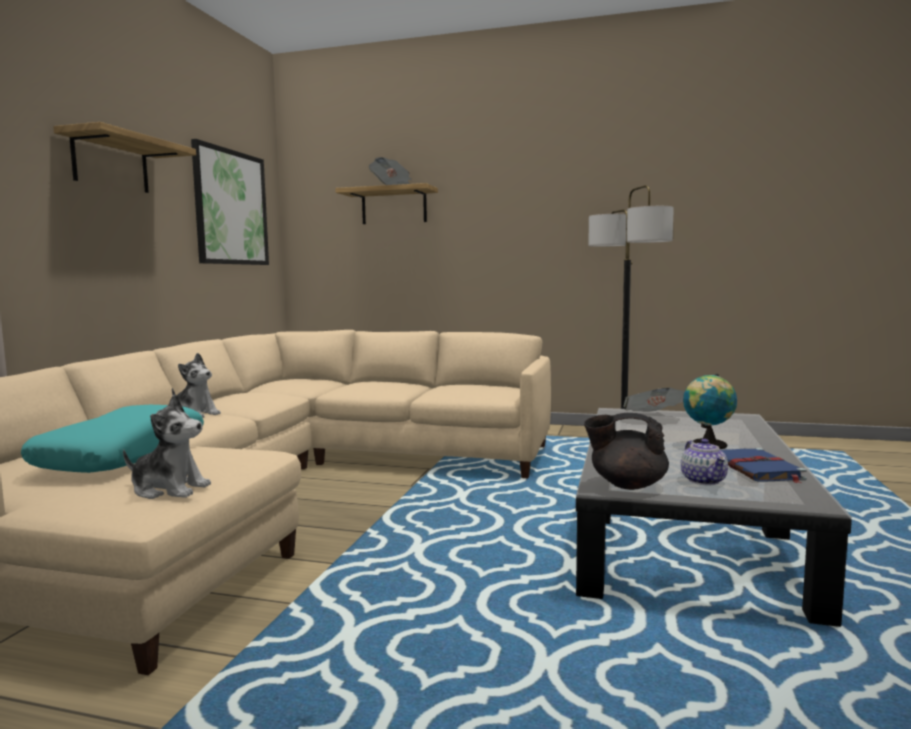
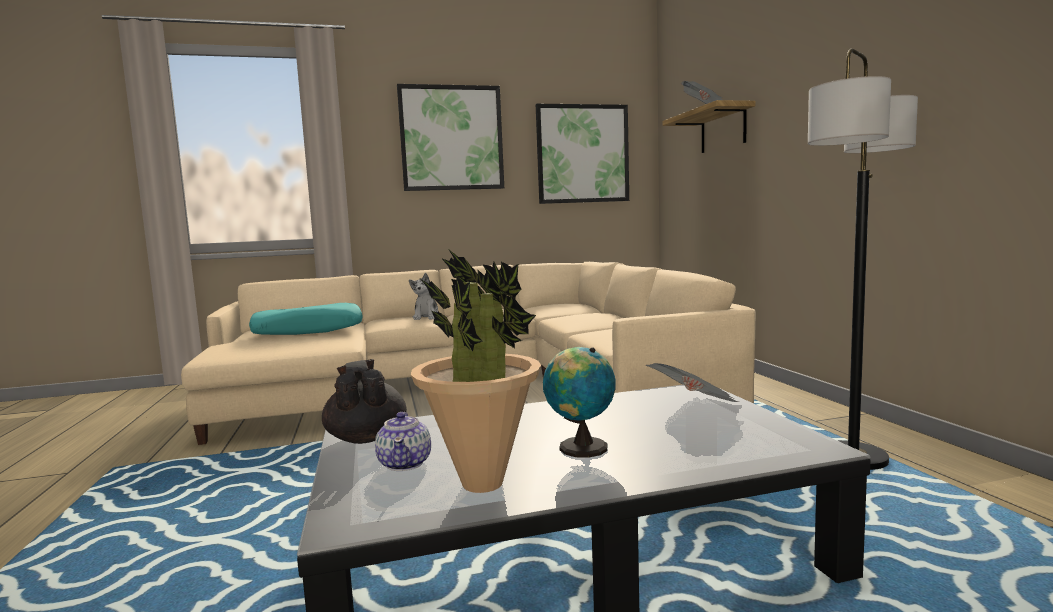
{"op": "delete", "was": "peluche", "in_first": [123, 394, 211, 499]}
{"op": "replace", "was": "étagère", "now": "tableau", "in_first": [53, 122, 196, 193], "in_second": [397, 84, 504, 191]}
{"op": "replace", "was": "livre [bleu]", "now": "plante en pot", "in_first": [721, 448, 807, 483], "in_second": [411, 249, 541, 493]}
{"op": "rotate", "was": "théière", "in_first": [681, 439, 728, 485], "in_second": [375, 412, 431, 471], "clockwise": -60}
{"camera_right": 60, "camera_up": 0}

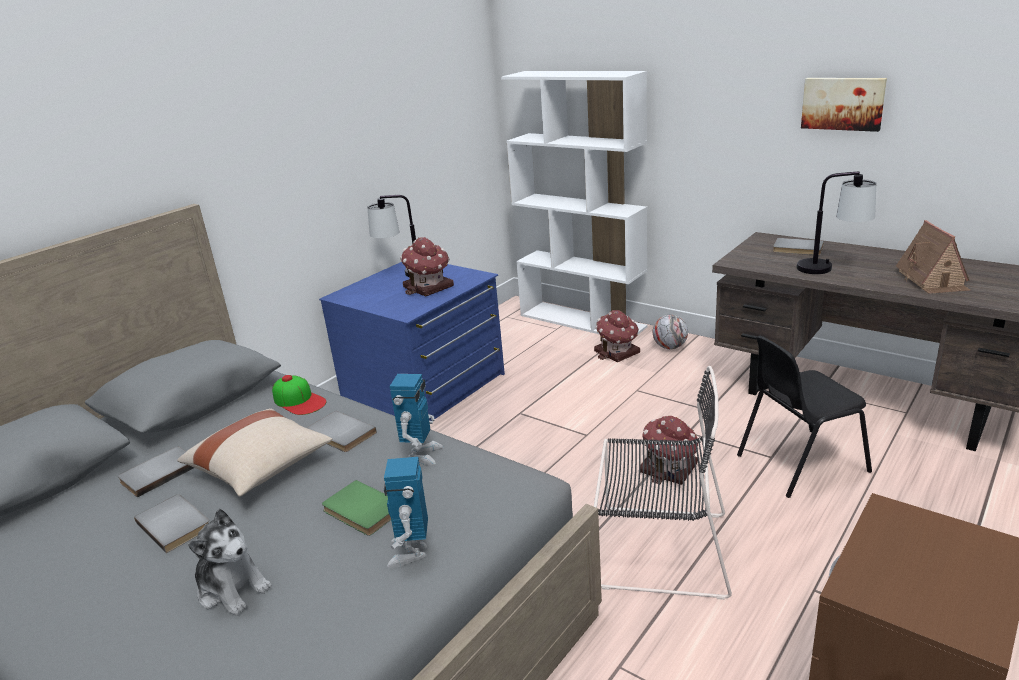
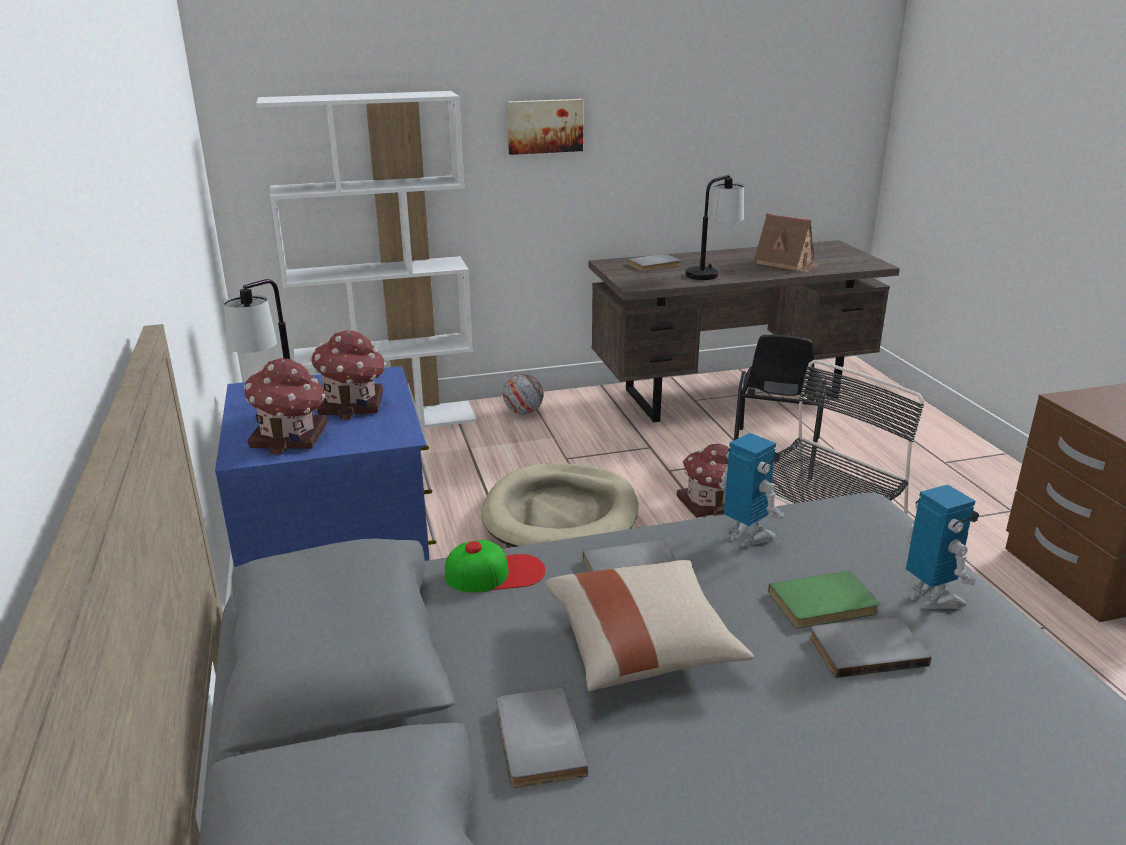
{"op": "delete", "was": "peluche", "in_first": [188, 509, 272, 615]}
{"op": "insert", "now": "panier pour chien [beige]", "in_second": [482, 463, 638, 547]}
{"op": "move", "was": "livre [gris]", "in_first": [134, 494, 209, 553], "in_second": [810, 616, 931, 678]}
{"op": "move", "was": "maison miniature", "in_first": [594, 310, 640, 362], "in_second": [244, 358, 327, 455]}
{"op": "move", "was": "tableau", "in_first": [801, 78, 887, 132], "in_second": [507, 99, 583, 155]}
{"op": "rotate", "was": "robot jouet", "in_first": [384, 457, 428, 568], "in_second": [906, 484, 979, 609], "clockwise": -150}
{"camera_right": -55, "camera_up": 0}

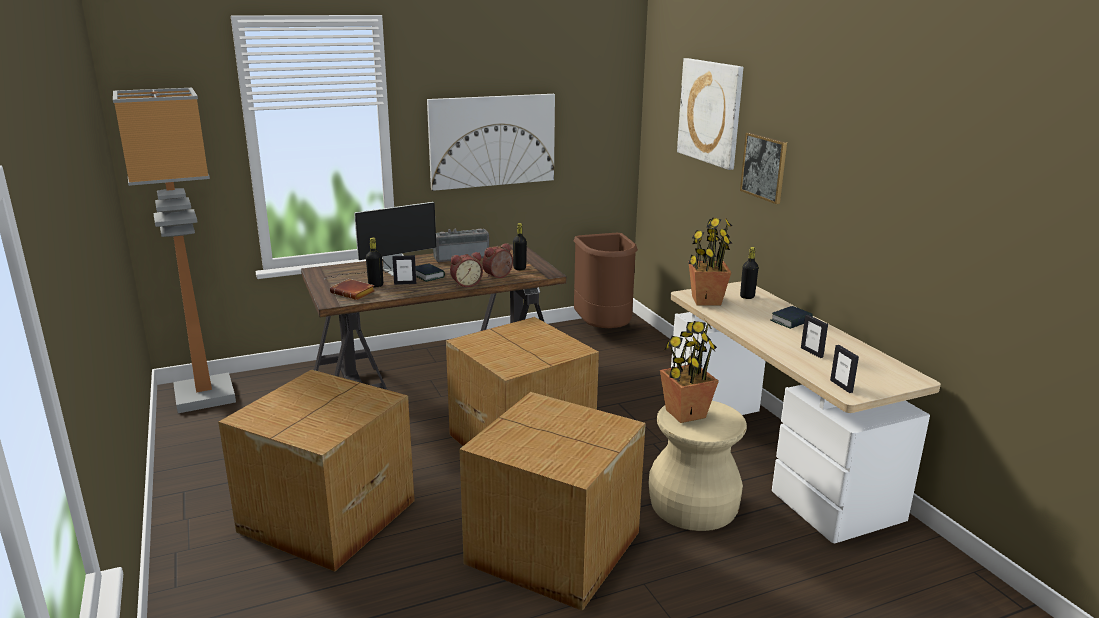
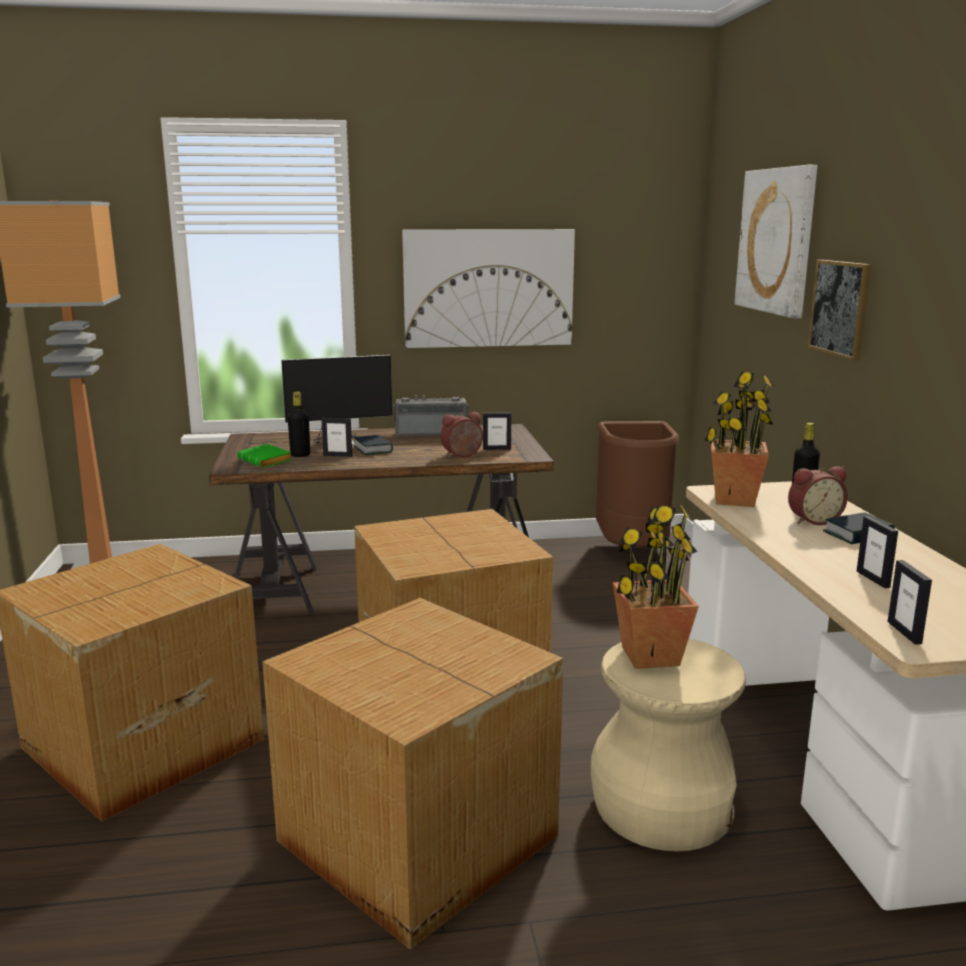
{"op": "move", "was": "réveil", "in_first": [450, 252, 483, 287], "in_second": [788, 466, 848, 525]}
{"op": "replace", "was": "bouteille [noir]", "now": "cadre photo", "in_first": [513, 223, 527, 270], "in_second": [483, 413, 511, 450]}
{"op": "recolor", "was": "livre [marron]", "now": "livre [vert]", "in_first": [330, 279, 375, 300], "in_second": [237, 444, 292, 468]}
{"camera_right": 15, "camera_up": -5}

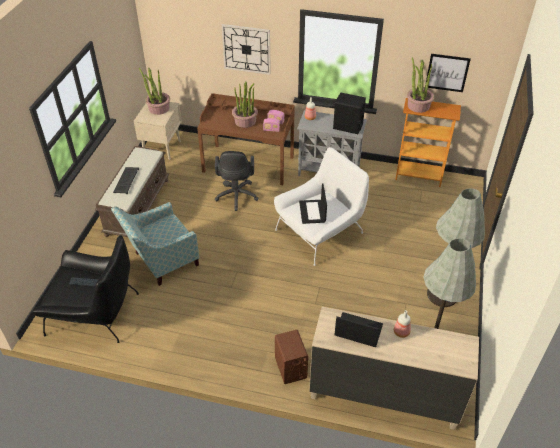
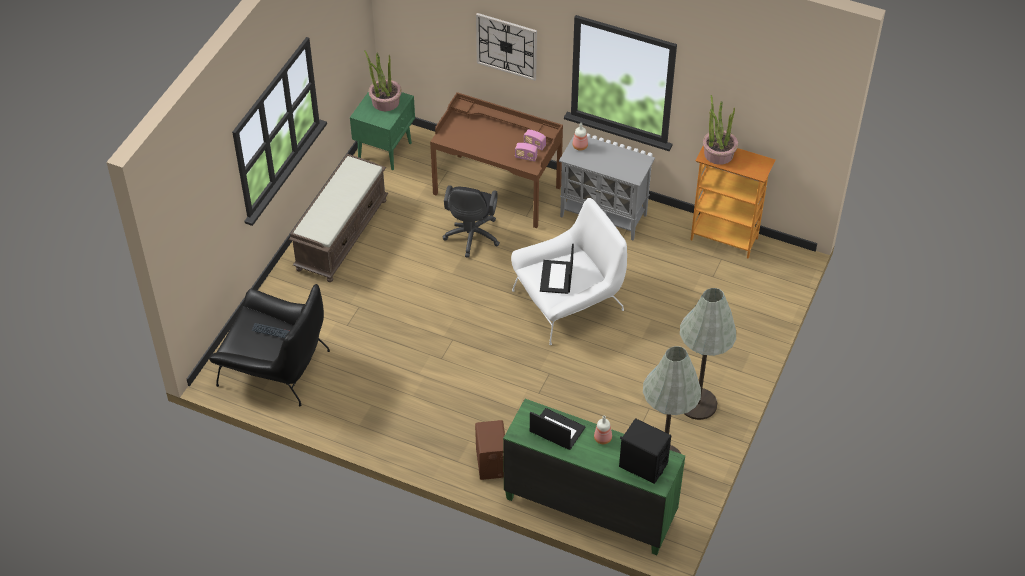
{"op": "delete", "was": "fauteuil", "in_first": [111, 202, 199, 286]}
{"op": "delete", "was": "clavier", "in_first": [113, 167, 139, 194]}
{"op": "delete", "was": "plante en pot", "in_first": [232, 81, 258, 128]}
{"op": "delete", "was": "tableau", "in_first": [425, 54, 471, 92]}
{"op": "move", "was": "enceinte [noir]", "in_first": [333, 92, 366, 134], "in_second": [619, 418, 671, 484]}
{"op": "recolor", "was": "table de chevet [beige]", "now": "table de chevet [vert]", "in_first": [134, 102, 182, 160], "in_second": [350, 91, 415, 170]}
{"op": "recolor", "was": "commode [beige]", "now": "commode [vert]", "in_first": [309, 307, 479, 430], "in_second": [503, 399, 685, 555]}
{"camera_right": 10, "camera_up": 5}

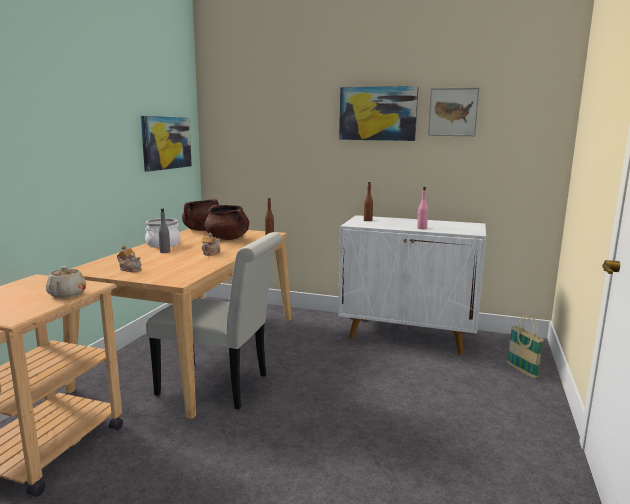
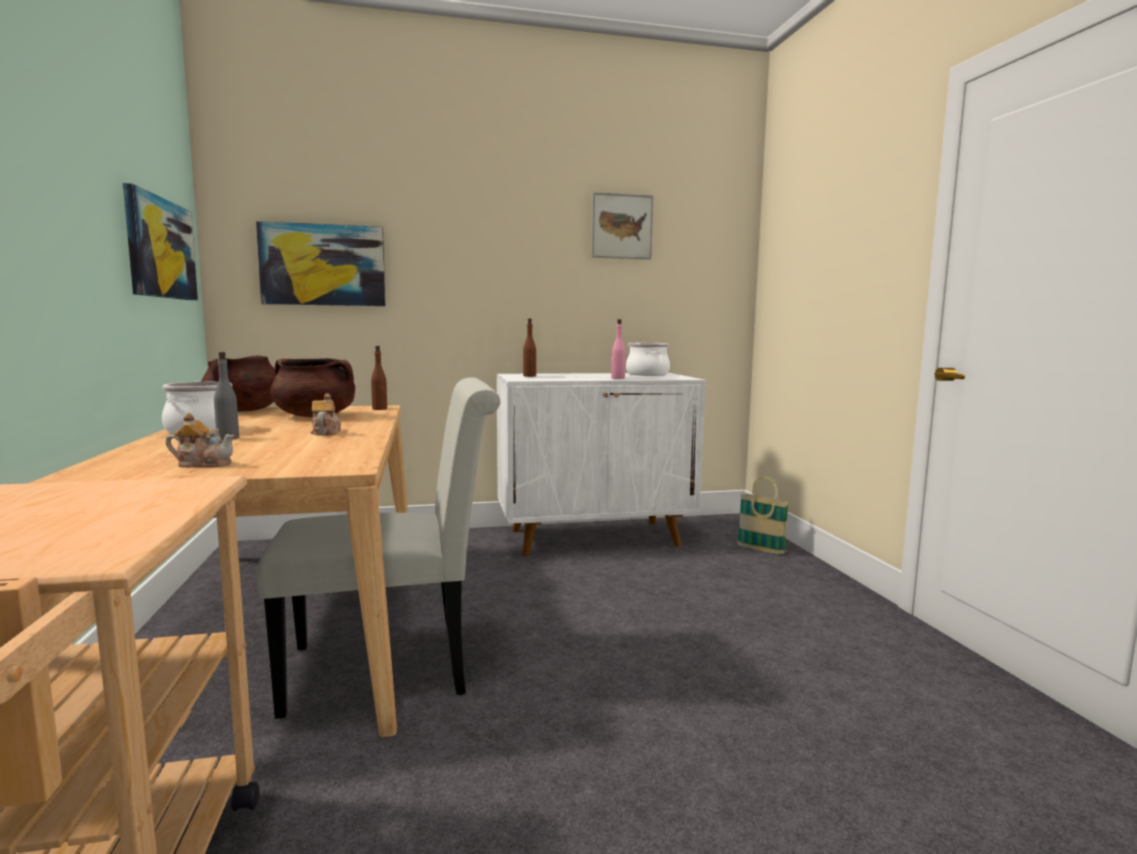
{"op": "delete", "was": "théière [beige]", "in_first": [46, 266, 86, 298]}
{"op": "insert", "now": "marmite", "in_second": [626, 343, 670, 376]}
{"op": "move", "was": "tableau", "in_first": [339, 86, 418, 141], "in_second": [256, 221, 386, 306]}
{"camera_right": -30, "camera_up": -5}

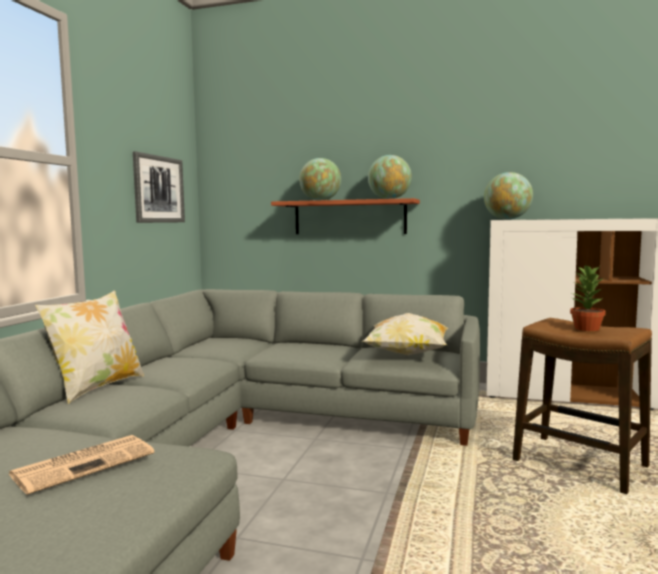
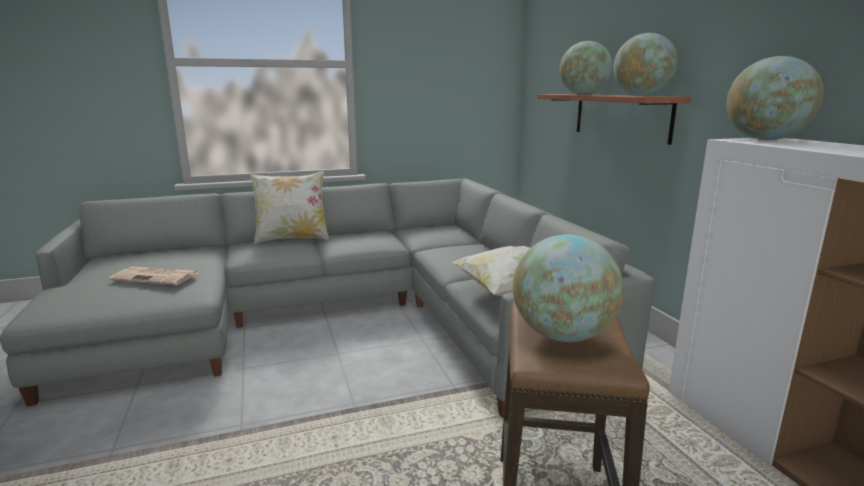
{"op": "delete", "was": "tableau", "in_first": [133, 151, 185, 223]}
{"op": "replace", "was": "plante en pot", "now": "globe", "in_first": [570, 264, 606, 331], "in_second": [513, 235, 624, 342]}
{"camera_right": 55, "camera_up": 10}

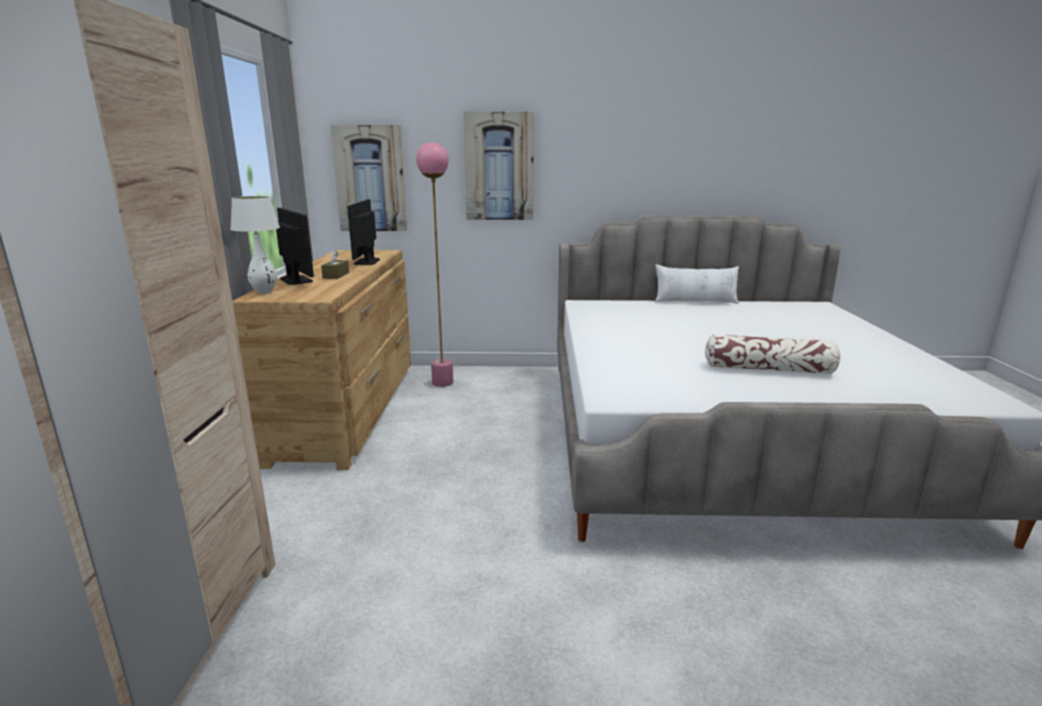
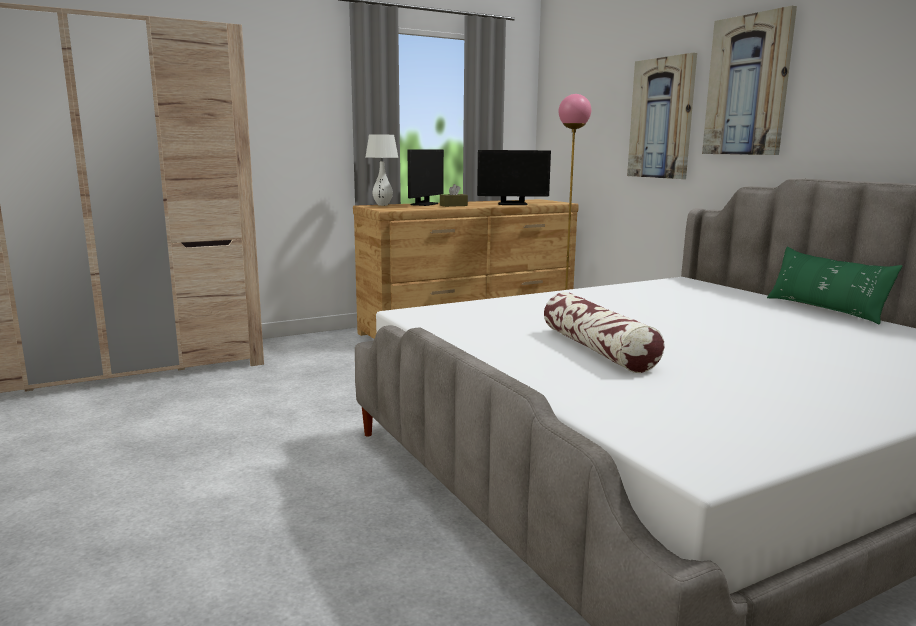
{"op": "move", "was": "tableau", "in_first": [330, 125, 407, 231], "in_second": [702, 6, 797, 155]}
{"op": "recolor", "was": "coussin [blanc]", "now": "coussin [vert]", "in_first": [655, 264, 739, 304], "in_second": [767, 246, 902, 325]}
{"op": "rotate", "was": "écran d'ordinateur", "in_first": [347, 199, 380, 265], "in_second": [477, 150, 551, 205], "clockwise": -150}
{"camera_right": 60, "camera_up": -5}

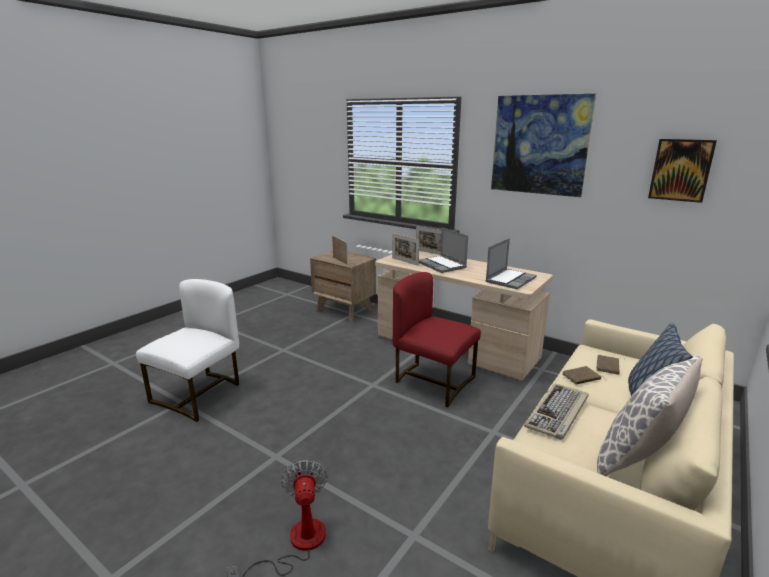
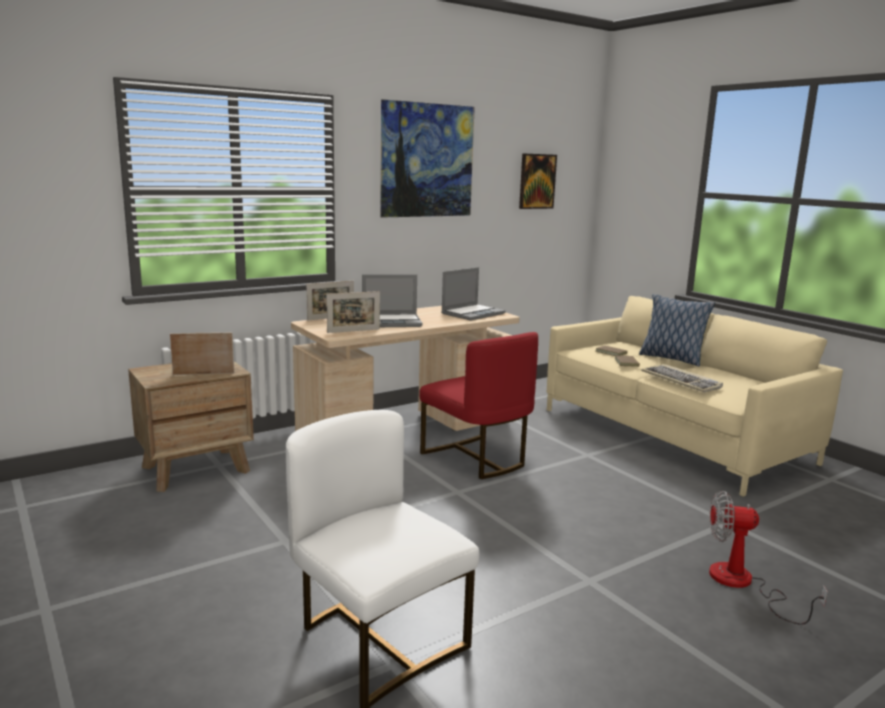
{"op": "delete", "was": "coussin", "in_first": [597, 355, 703, 476]}
{"op": "rotate", "was": "chaise [rouge]", "in_first": [392, 272, 481, 407], "in_second": [419, 332, 538, 479], "clockwise": -90}
{"op": "rotate", "was": "ordinateur portable", "in_first": [486, 238, 537, 289], "in_second": [441, 267, 506, 321], "clockwise": 75}
{"camera_right": -70, "camera_up": -5}

